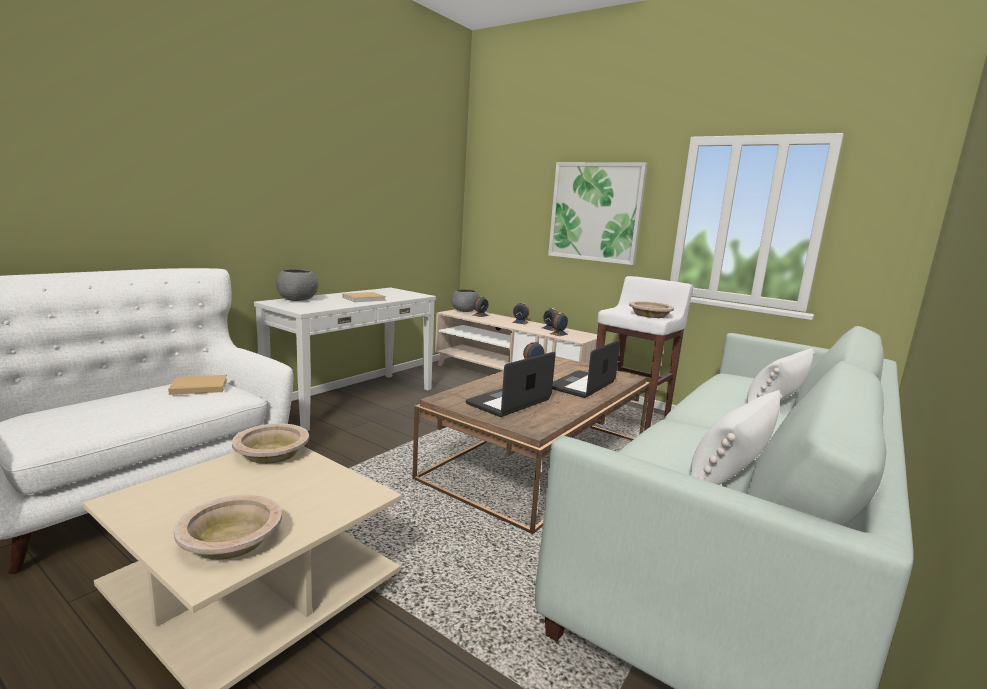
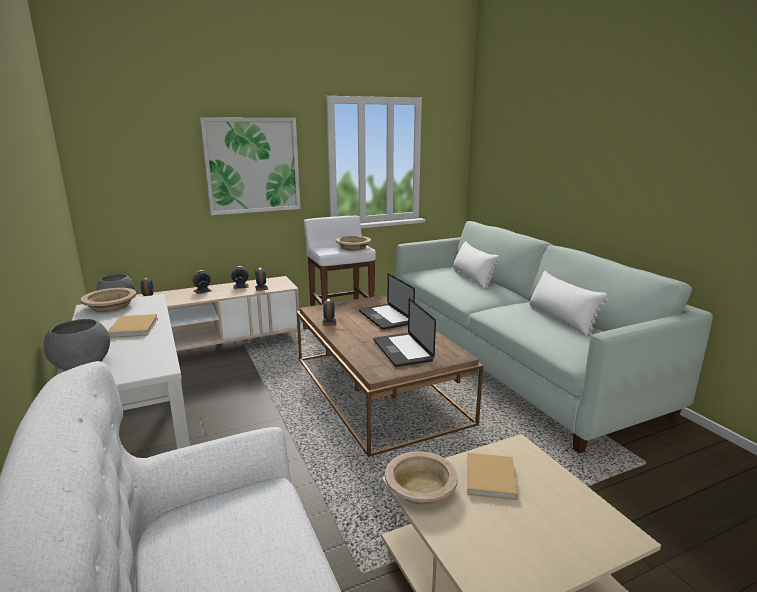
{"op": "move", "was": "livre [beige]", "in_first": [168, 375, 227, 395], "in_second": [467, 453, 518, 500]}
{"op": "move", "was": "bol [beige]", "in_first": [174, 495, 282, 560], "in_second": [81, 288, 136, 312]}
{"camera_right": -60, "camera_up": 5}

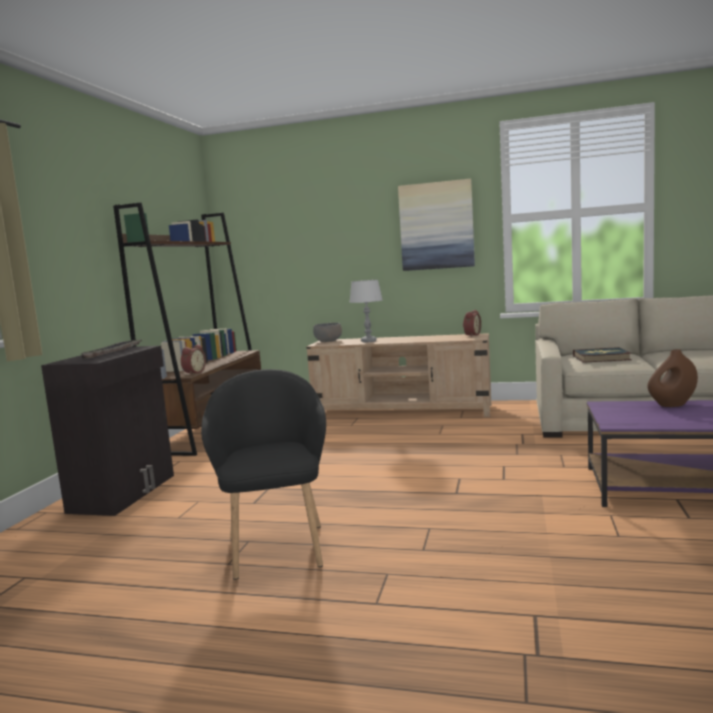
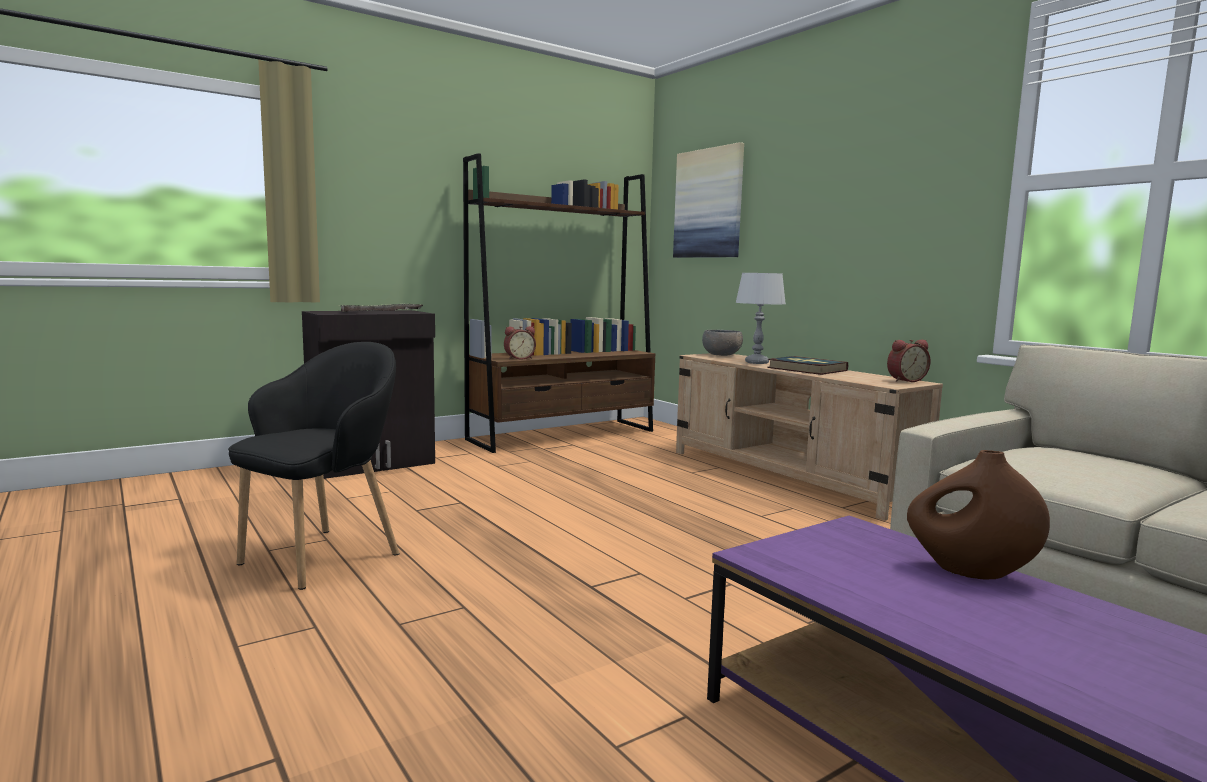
{"op": "move", "was": "tableau", "in_first": [398, 179, 475, 271], "in_second": [673, 142, 744, 258]}
{"op": "move", "was": "livre", "in_first": [573, 347, 632, 363], "in_second": [767, 356, 848, 375]}
{"camera_right": 40, "camera_up": 0}

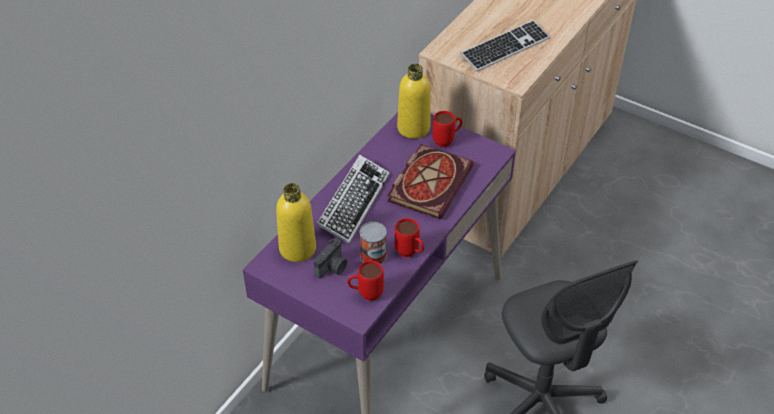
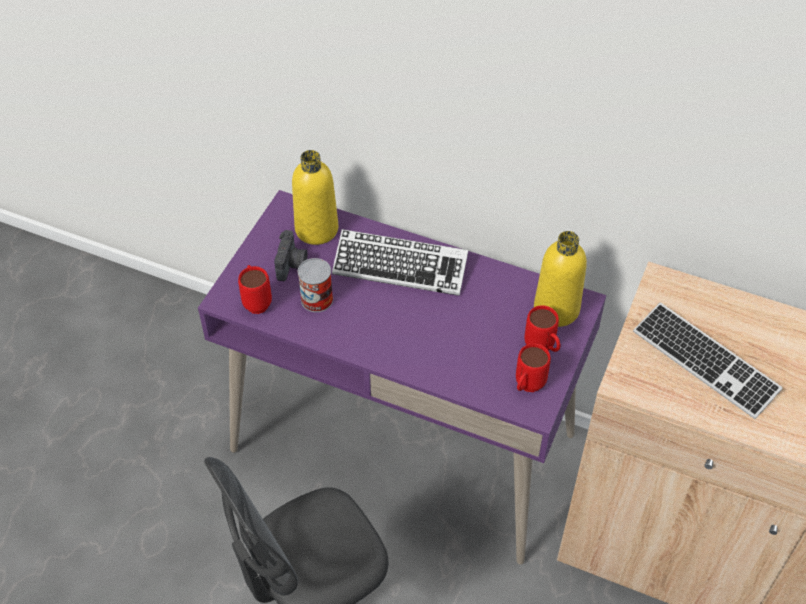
{"op": "delete", "was": "livre", "in_first": [387, 144, 474, 219]}
{"op": "move", "was": "mug [rouge]", "in_first": [395, 218, 424, 257], "in_second": [516, 343, 551, 392]}
{"op": "rotate", "was": "appareil photo", "in_first": [314, 238, 347, 278], "in_second": [274, 230, 308, 281], "clockwise": -105}
{"camera_right": 80, "camera_up": 5}

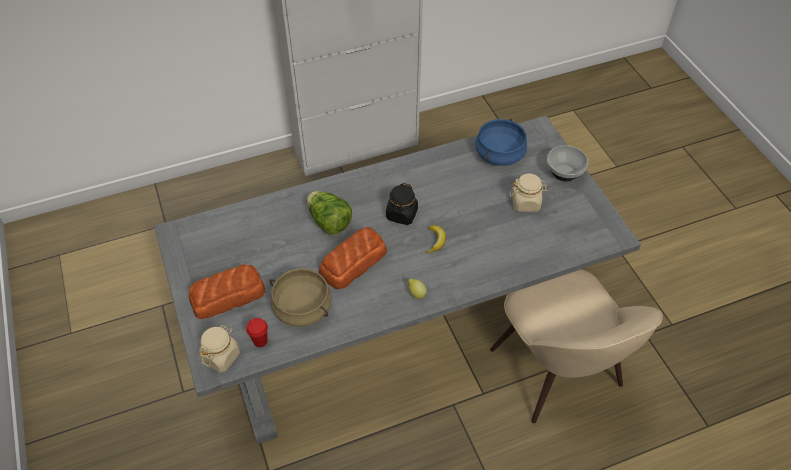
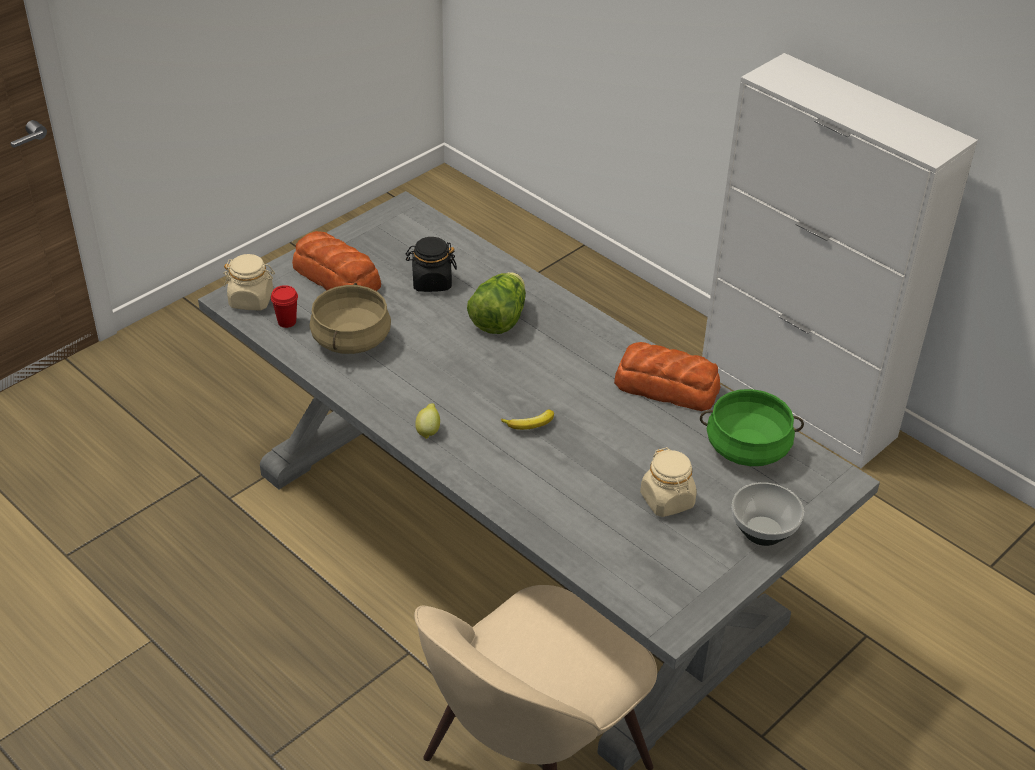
{"op": "move", "was": "pain", "in_first": [319, 227, 387, 289], "in_second": [614, 342, 720, 411]}
{"op": "move", "was": "bocal [noir]", "in_first": [386, 183, 418, 225], "in_second": [406, 237, 457, 292]}
{"op": "recolor", "was": "marmite [bleu]", "now": "marmite [vert]", "in_first": [475, 119, 527, 166], "in_second": [700, 389, 804, 466]}
{"camera_right": 65, "camera_up": -10}

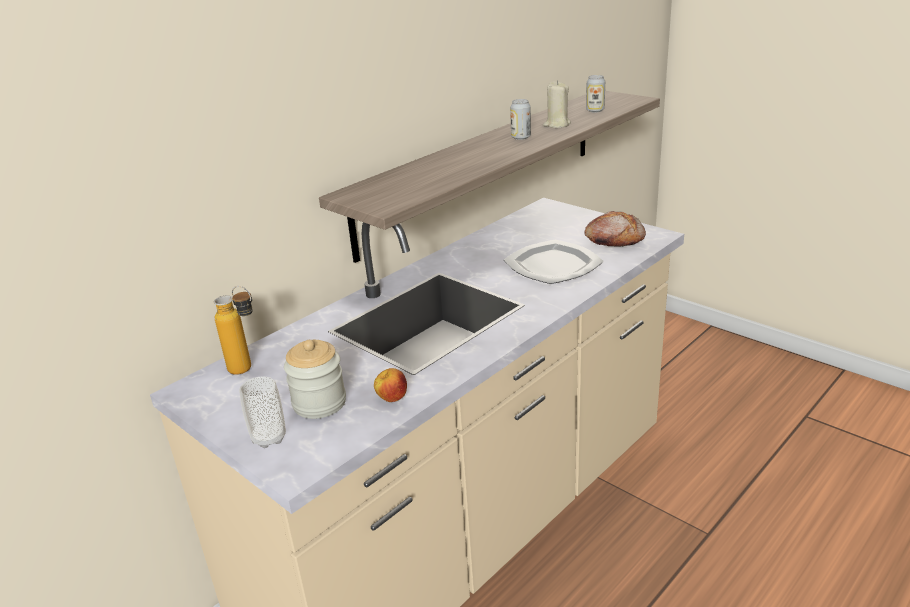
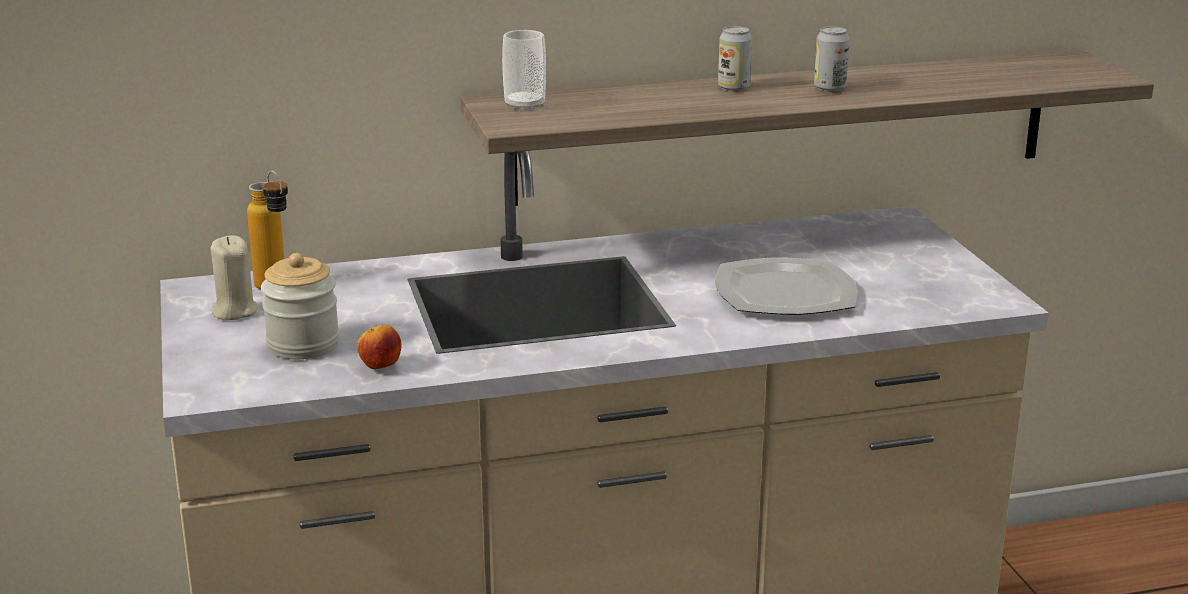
{"op": "delete", "was": "pain", "in_first": [584, 211, 646, 247]}
{"op": "move", "was": "tasse", "in_first": [239, 377, 286, 448], "in_second": [502, 30, 546, 111]}
{"op": "move", "was": "bougie [beige]", "in_first": [543, 80, 571, 128], "in_second": [210, 235, 258, 320]}
{"op": "move", "was": "boîte métallique", "in_first": [586, 75, 605, 113], "in_second": [718, 26, 752, 91]}
{"camera_right": 30, "camera_up": -5}

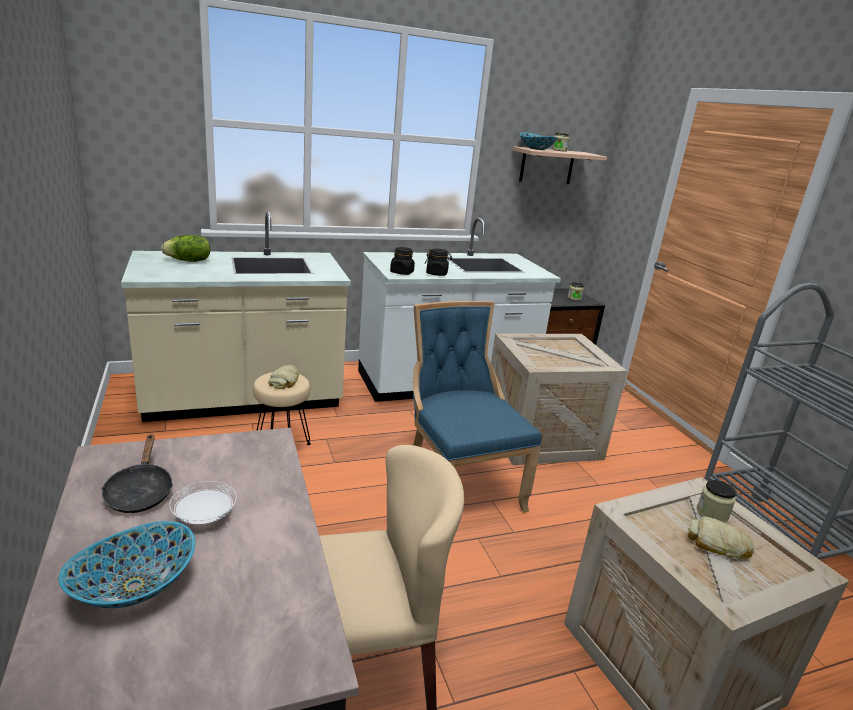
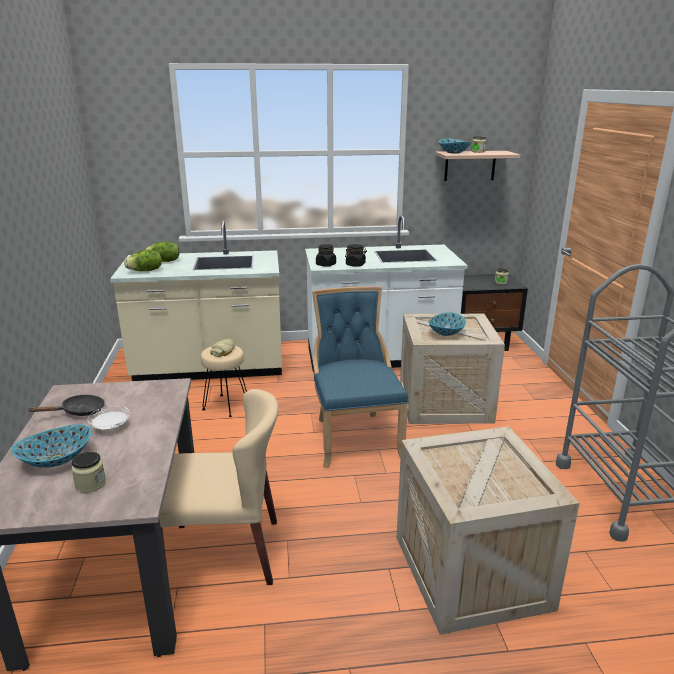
{"op": "delete", "was": "pain", "in_first": [688, 516, 754, 559]}
{"op": "insert", "now": "laitue", "in_second": [124, 250, 162, 271]}
{"op": "insert", "now": "bol", "in_second": [428, 312, 466, 336]}
{"op": "move", "was": "bocal", "in_first": [697, 480, 737, 523], "in_second": [71, 452, 106, 493]}
{"op": "rotate", "was": "poêle [noir]", "in_first": [101, 434, 173, 513], "in_second": [27, 395, 105, 416], "clockwise": -120}
{"camera_right": 15, "camera_up": 0}

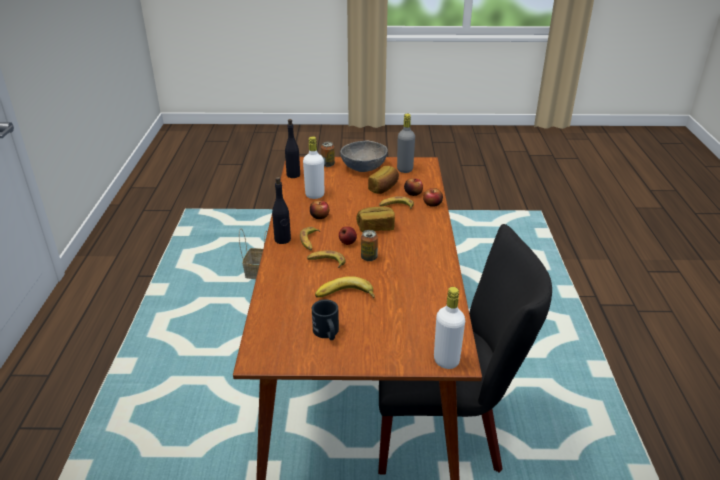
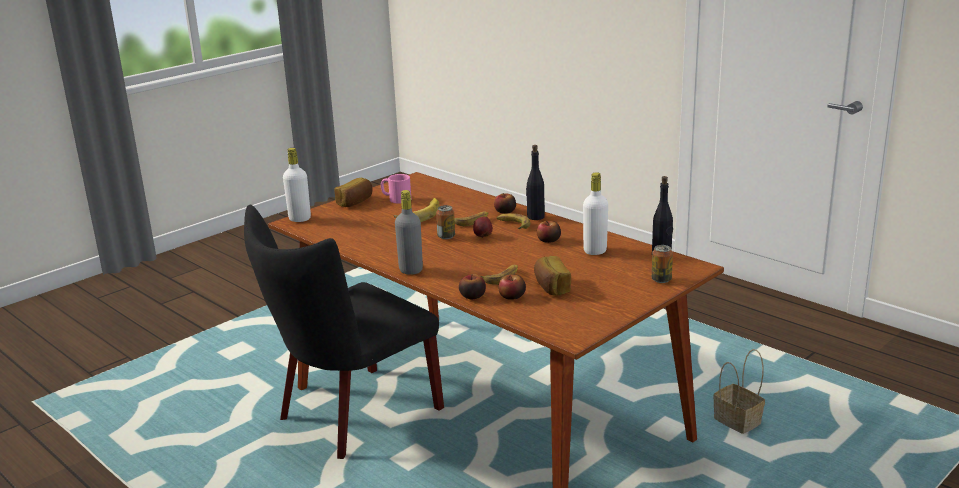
{"op": "delete", "was": "bol [gris]", "in_first": [340, 141, 388, 172]}
{"op": "insert", "now": "pomme", "in_second": [494, 193, 516, 214]}
{"op": "move", "was": "pain", "in_first": [356, 206, 395, 232], "in_second": [334, 178, 373, 207]}
{"op": "move", "was": "bouteille [gris]", "in_first": [397, 114, 415, 173], "in_second": [395, 190, 423, 275]}
{"op": "recolor", "was": "mug [noir]", "now": "mug [rose]", "in_first": [312, 299, 339, 340], "in_second": [381, 174, 411, 204]}
{"camera_right": 135, "camera_up": -10}

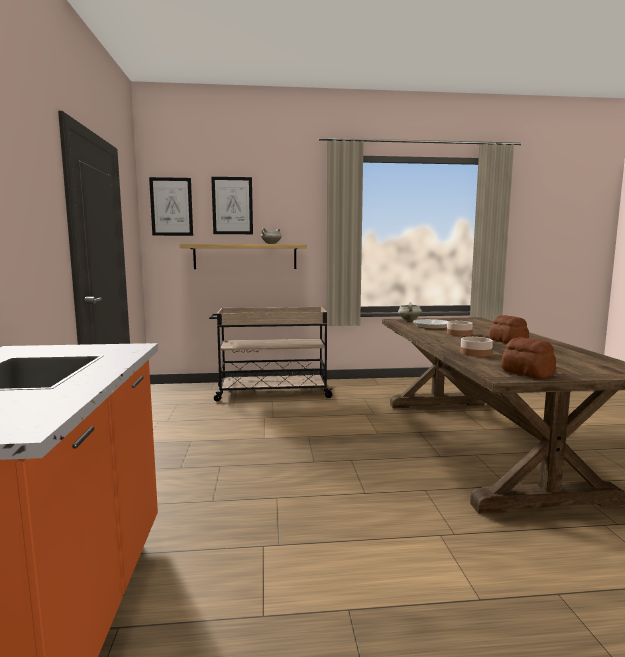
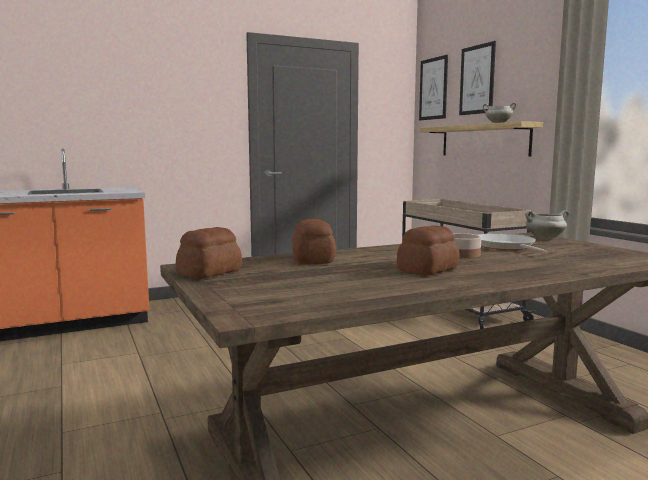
{"op": "replace", "was": "bol", "now": "pain", "in_first": [460, 337, 493, 357], "in_second": [292, 219, 336, 265]}
{"camera_right": 70, "camera_up": 0}

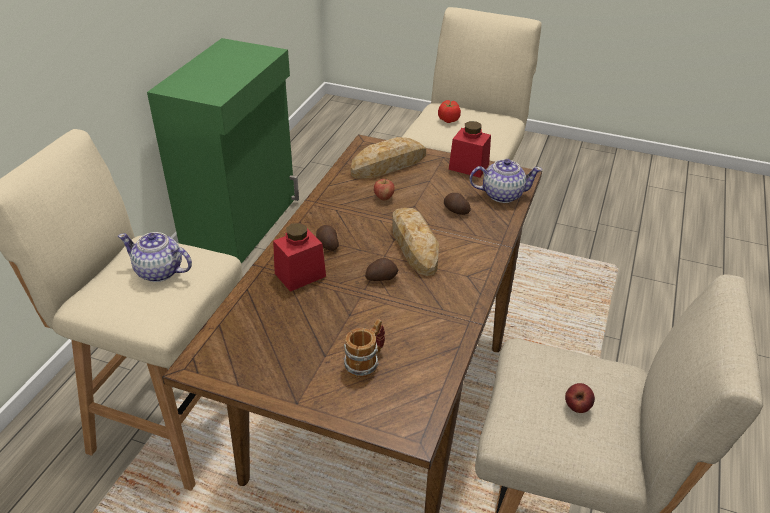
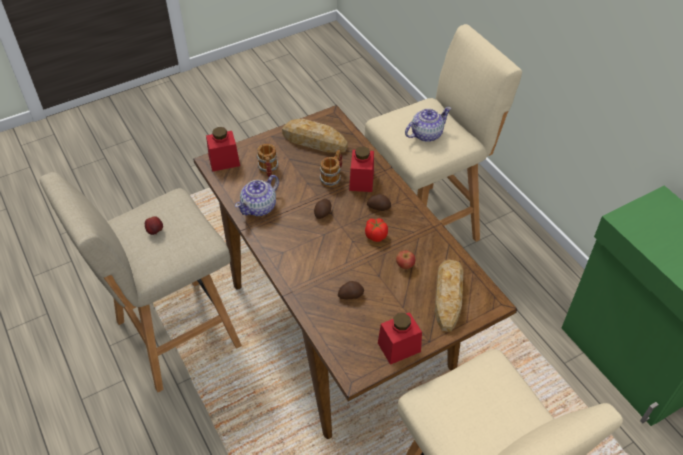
{"op": "insert", "now": "bocal [rouge]", "in_second": [206, 127, 240, 172]}
{"op": "insert", "now": "mug", "in_second": [319, 150, 342, 187]}
{"op": "move", "was": "pain", "in_first": [392, 208, 439, 276], "in_second": [282, 119, 348, 153]}
{"op": "move", "was": "tomate", "in_first": [438, 100, 461, 123], "in_second": [365, 218, 388, 242]}
{"op": "move", "was": "théière", "in_first": [469, 159, 542, 203], "in_second": [235, 175, 279, 216]}
{"camera_right": 130, "camera_up": 10}

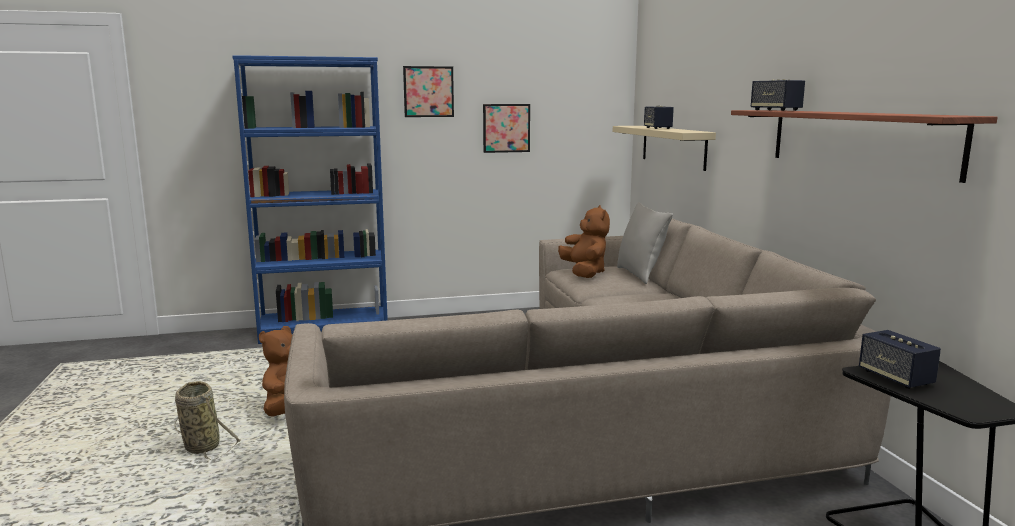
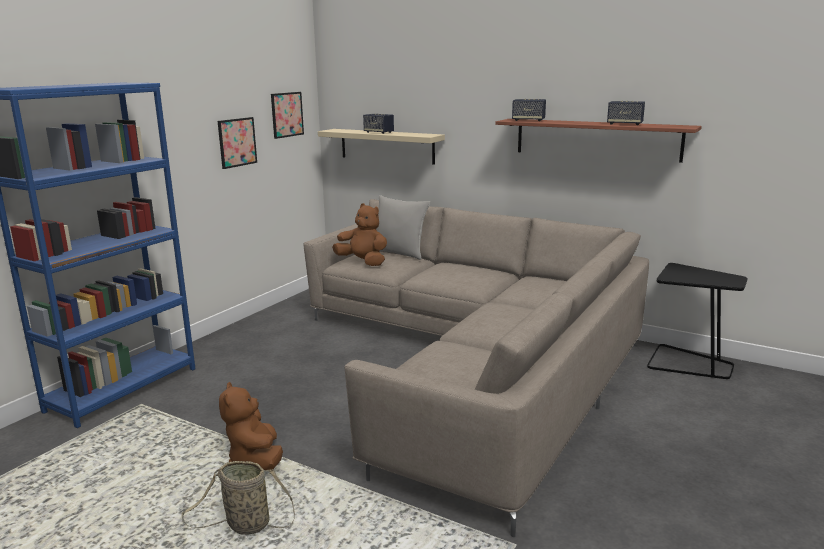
{"op": "move", "was": "tableau", "in_first": [403, 66, 454, 117], "in_second": [271, 92, 304, 139]}
{"op": "move", "was": "enceinte", "in_first": [859, 330, 941, 389], "in_second": [607, 101, 645, 125]}
{"camera_right": -45, "camera_up": 5}

